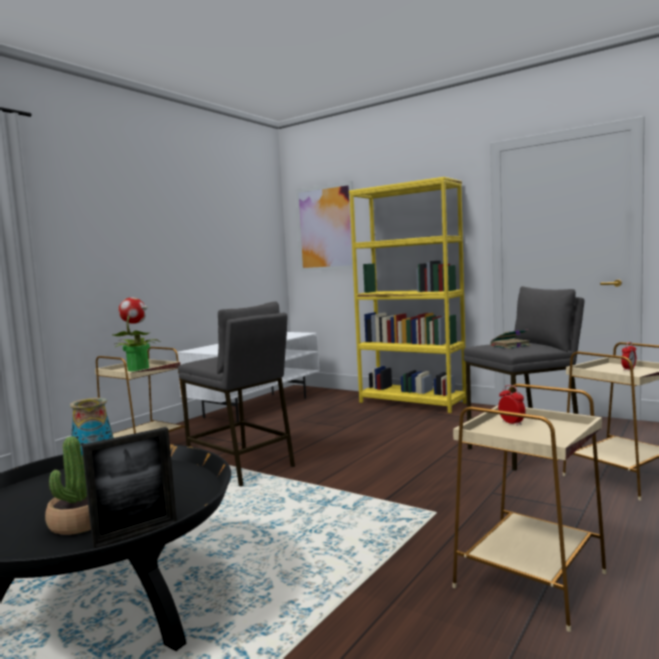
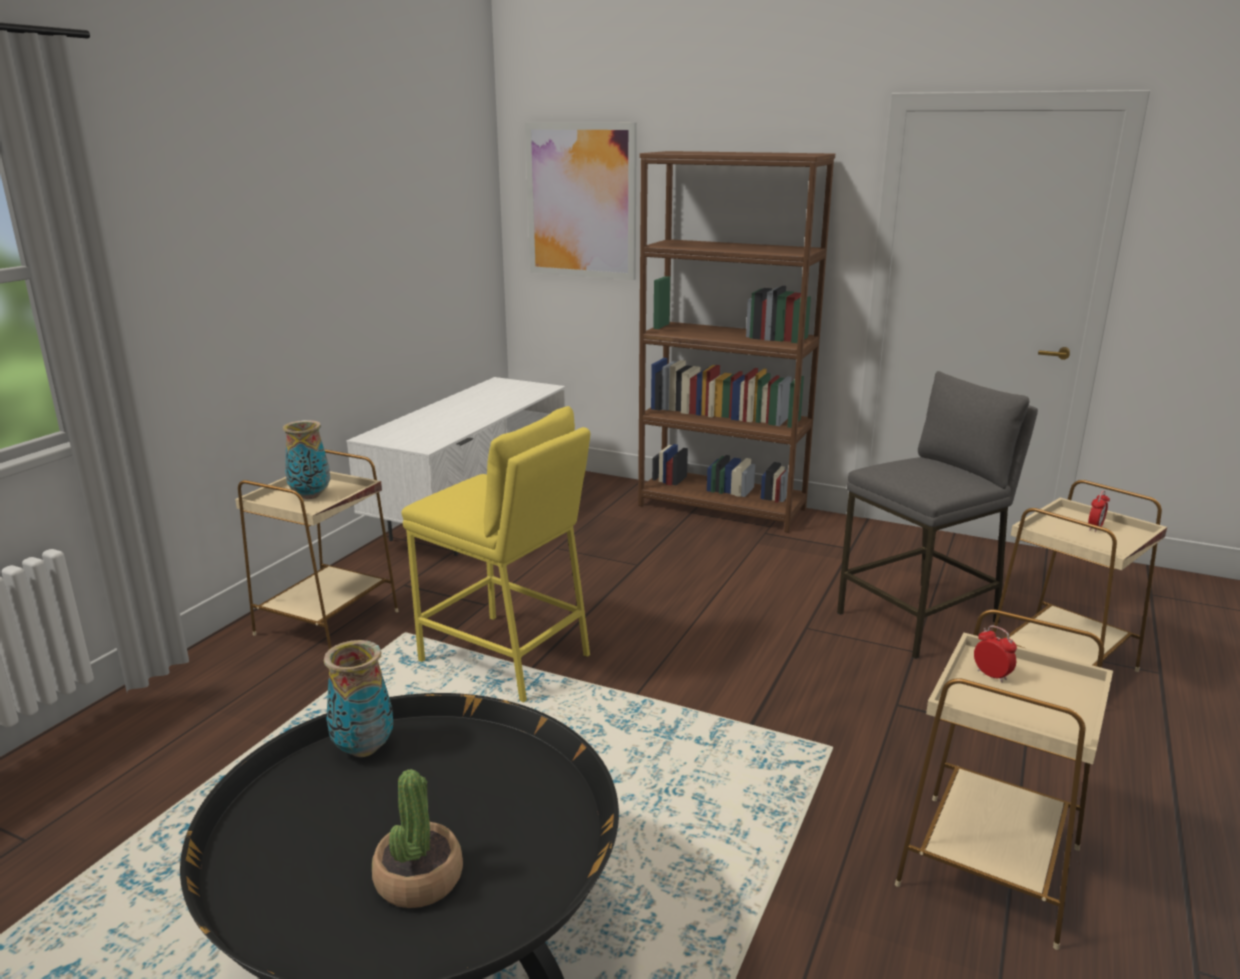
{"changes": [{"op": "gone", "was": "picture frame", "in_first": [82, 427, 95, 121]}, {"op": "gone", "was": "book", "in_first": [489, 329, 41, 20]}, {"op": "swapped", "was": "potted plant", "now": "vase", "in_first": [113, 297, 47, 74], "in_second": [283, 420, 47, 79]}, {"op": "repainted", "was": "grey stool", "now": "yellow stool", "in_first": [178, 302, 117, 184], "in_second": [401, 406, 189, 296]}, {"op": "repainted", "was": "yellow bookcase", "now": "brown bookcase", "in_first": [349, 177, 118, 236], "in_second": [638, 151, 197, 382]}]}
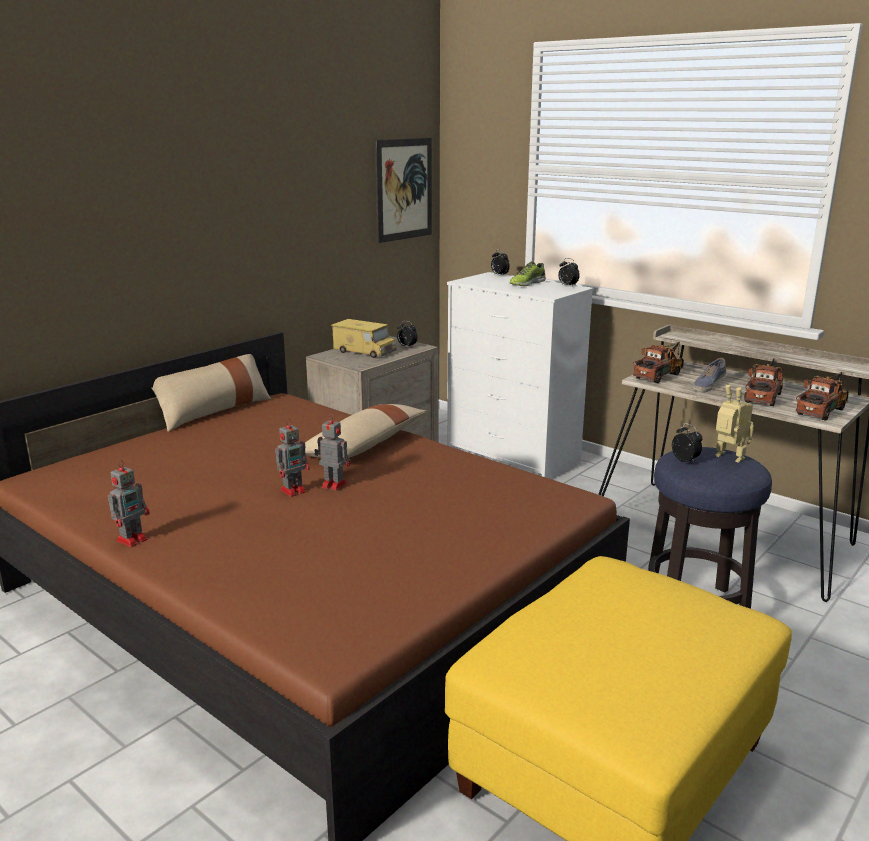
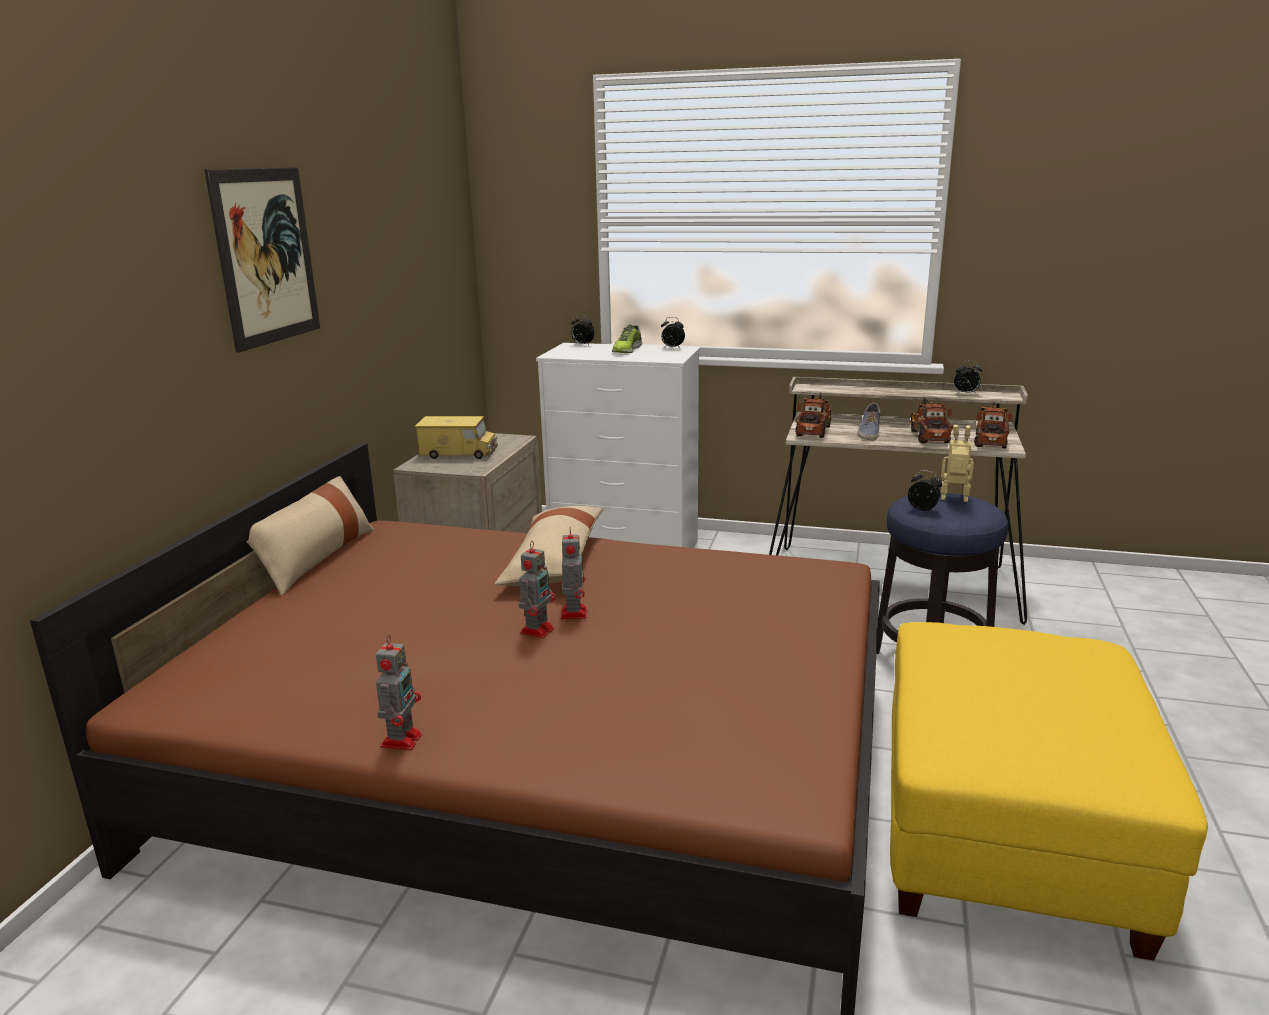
{"changes": [{"op": "shifted", "was": "picture", "in_first": [375, 138, 57, 105], "in_second": [204, 167, 116, 186]}, {"op": "shifted", "was": "alarm clock", "in_first": [397, 321, 21, 27], "in_second": [954, 361, 28, 33]}, {"op": "rotated", "was": "toy robot", "in_first": [314, 414, 37, 77], "in_second": [561, 528, 26, 91], "clockwise": 90}]}
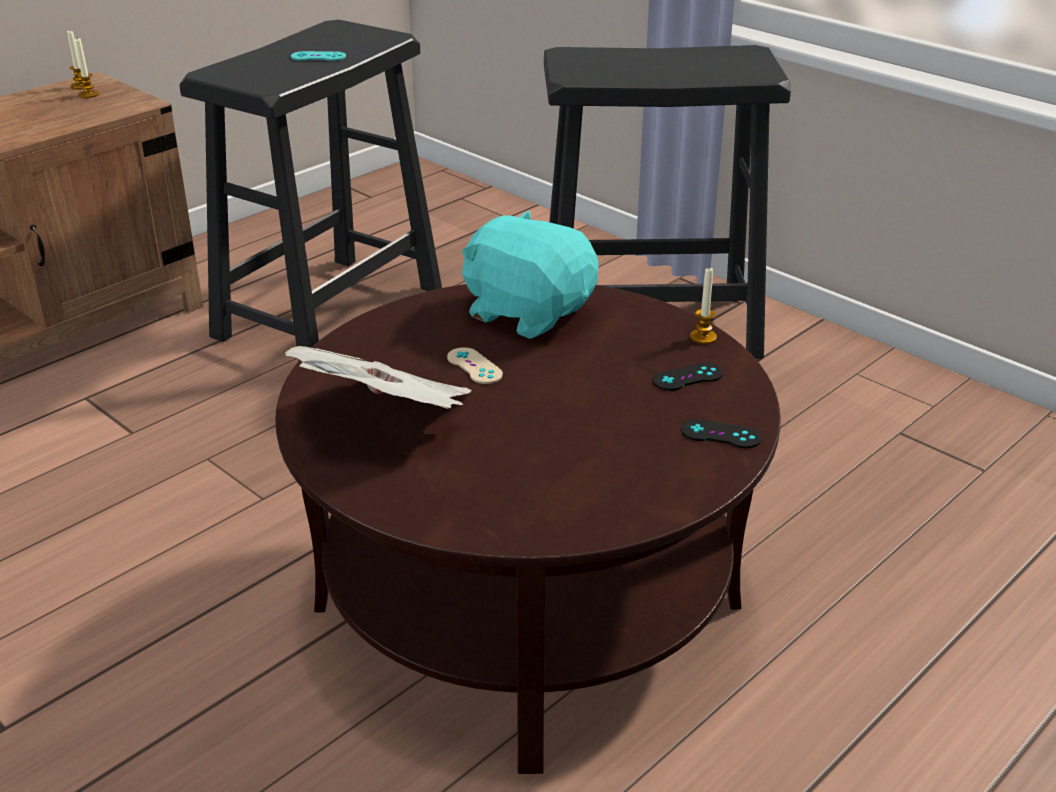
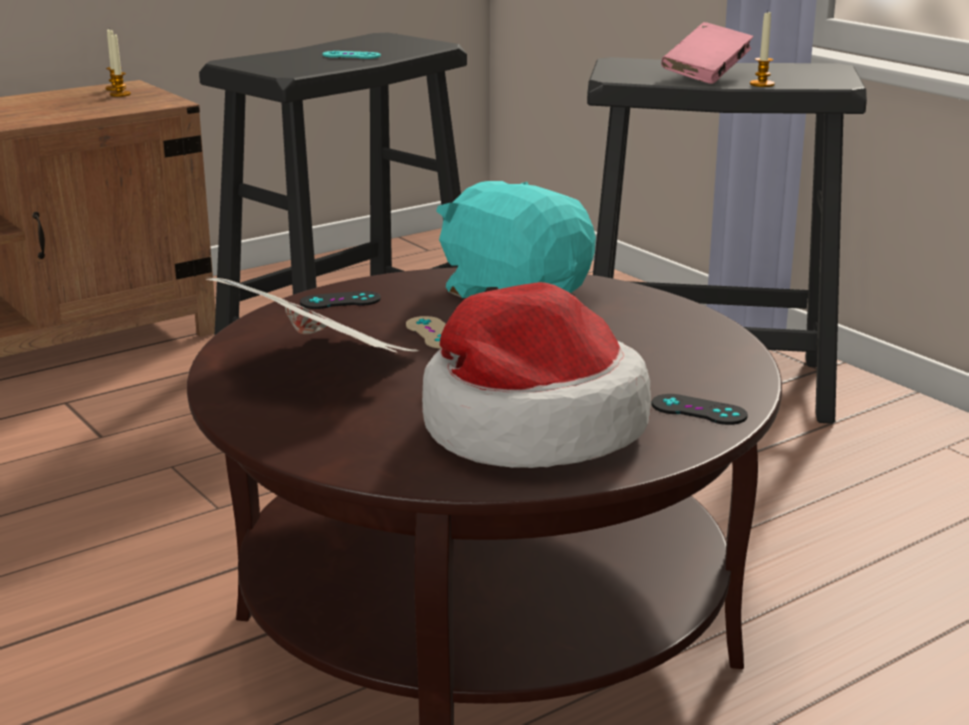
{"changes": [{"op": "new", "now": "hat", "in_second": [422, 282, 229, 186]}, {"op": "new", "now": "pink book", "in_second": [661, 22, 92, 62]}, {"op": "shifted", "was": "black game controller", "in_first": [652, 363, 71, 28], "in_second": [300, 291, 81, 18]}, {"op": "shifted", "was": "candle", "in_first": [690, 267, 27, 77], "in_second": [750, 11, 25, 76]}]}
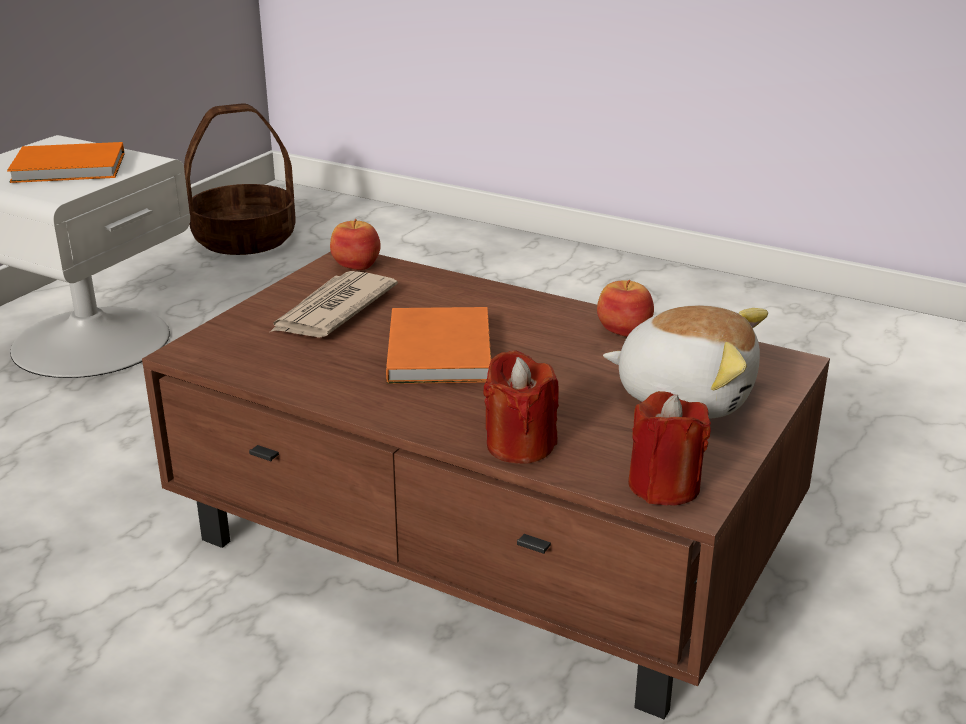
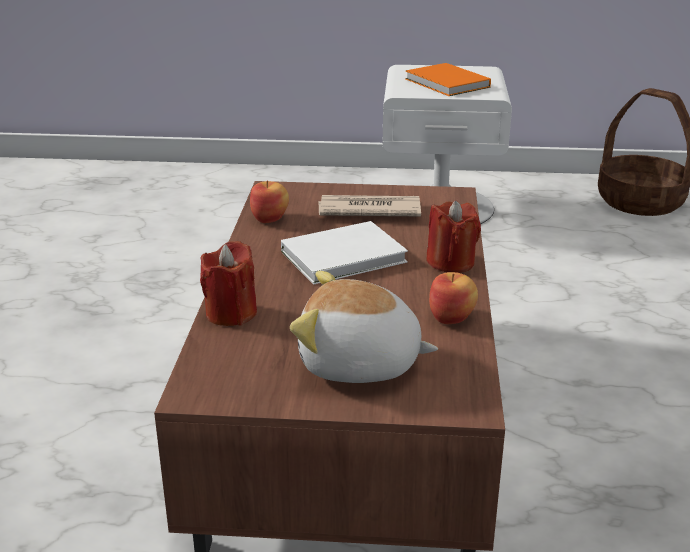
{"changes": [{"op": "shifted", "was": "apple", "in_first": [330, 219, 51, 51], "in_second": [250, 181, 39, 42]}, {"op": "shifted", "was": "red candle", "in_first": [628, 391, 83, 115], "in_second": [426, 201, 55, 72]}, {"op": "repainted", "was": "orange book", "now": "white book", "in_first": [386, 307, 105, 77], "in_second": [281, 221, 127, 63]}, {"op": "rotated", "was": "plush toy", "in_first": [603, 305, 165, 114], "in_second": [290, 271, 148, 112], "clockwise": 105}]}
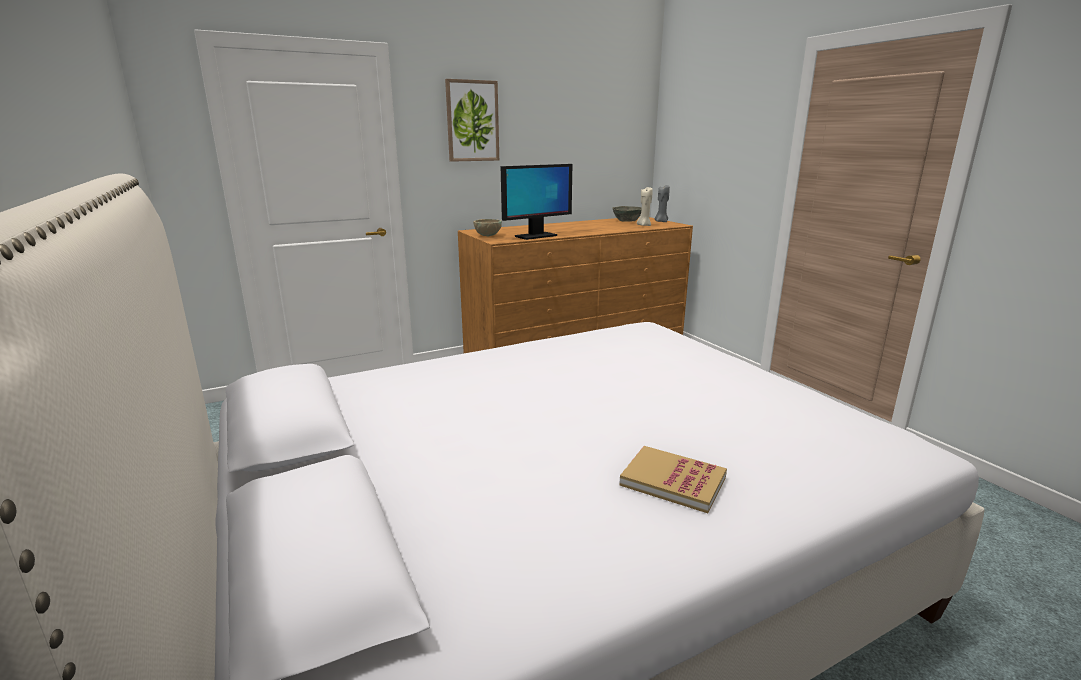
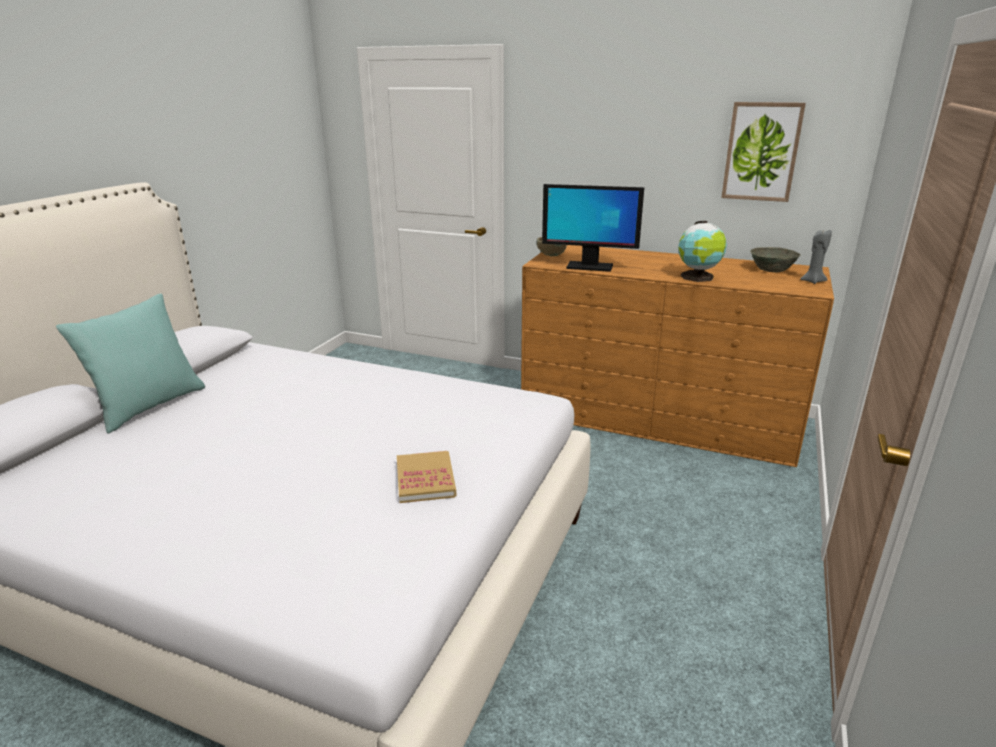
{"changes": [{"op": "gone", "was": "beige candle", "in_first": [637, 187, 16, 39]}, {"op": "new", "now": "turquoise pillow", "in_second": [56, 293, 149, 140]}, {"op": "new", "now": "globe", "in_second": [678, 221, 49, 61]}, {"op": "shifted", "was": "picture", "in_first": [445, 79, 54, 83], "in_second": [721, 102, 85, 100]}, {"op": "shifted", "was": "book", "in_first": [619, 446, 108, 67], "in_second": [397, 451, 59, 52]}]}
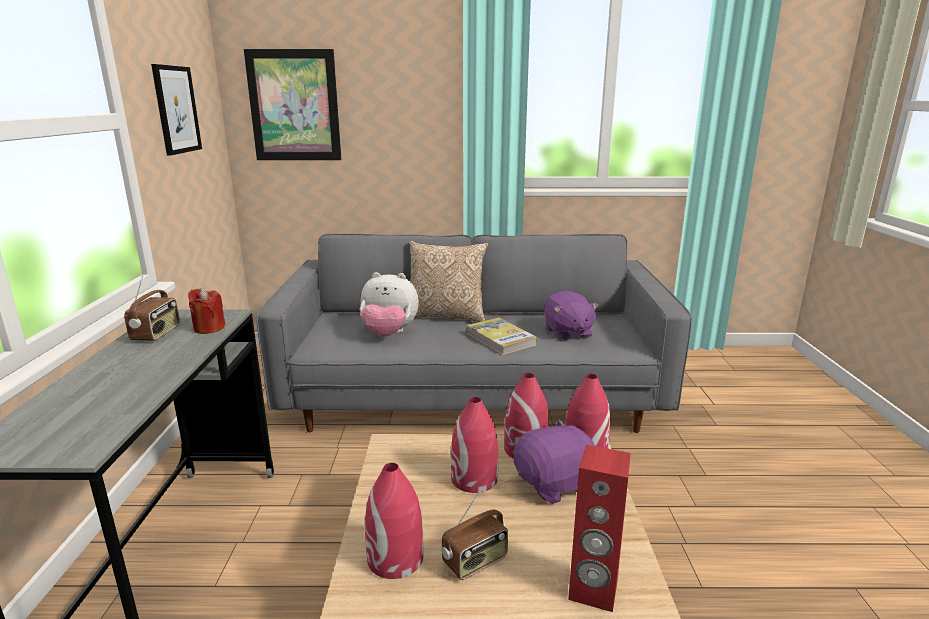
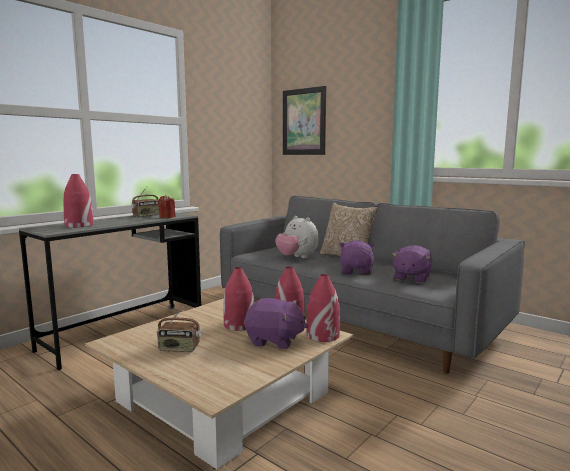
{"changes": [{"op": "gone", "was": "picture", "in_first": [151, 64, 51, 91]}, {"op": "gone", "was": "red speaker", "in_first": [568, 445, 63, 167]}, {"op": "shifted", "was": "red vase", "in_first": [365, 463, 59, 116], "in_second": [63, 174, 31, 54]}, {"op": "swapped", "was": "book", "now": "purple plush toy", "in_first": [466, 318, 71, 37], "in_second": [339, 240, 35, 35]}]}
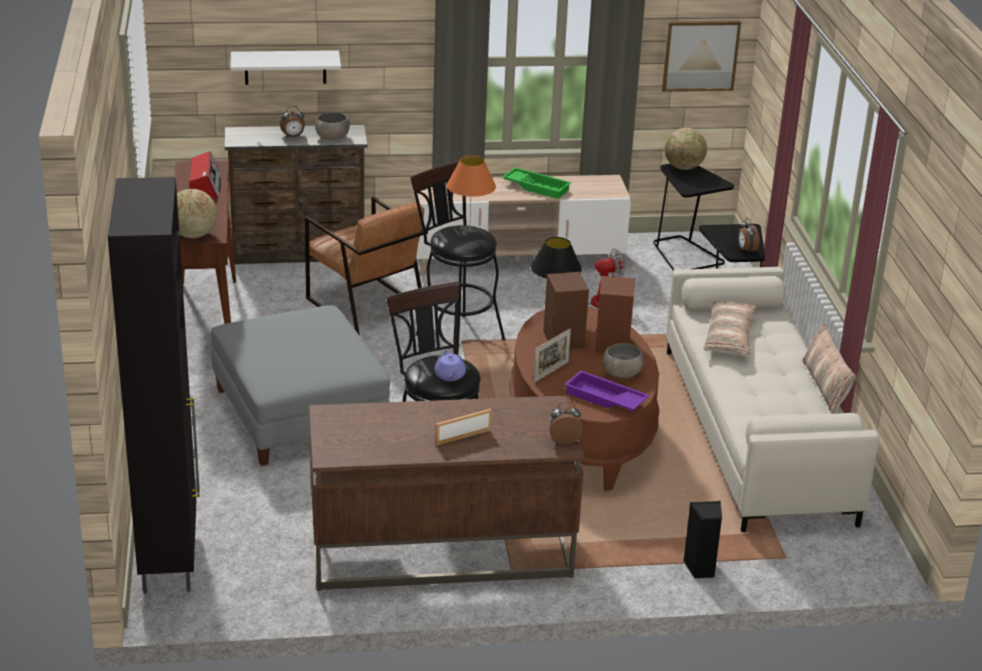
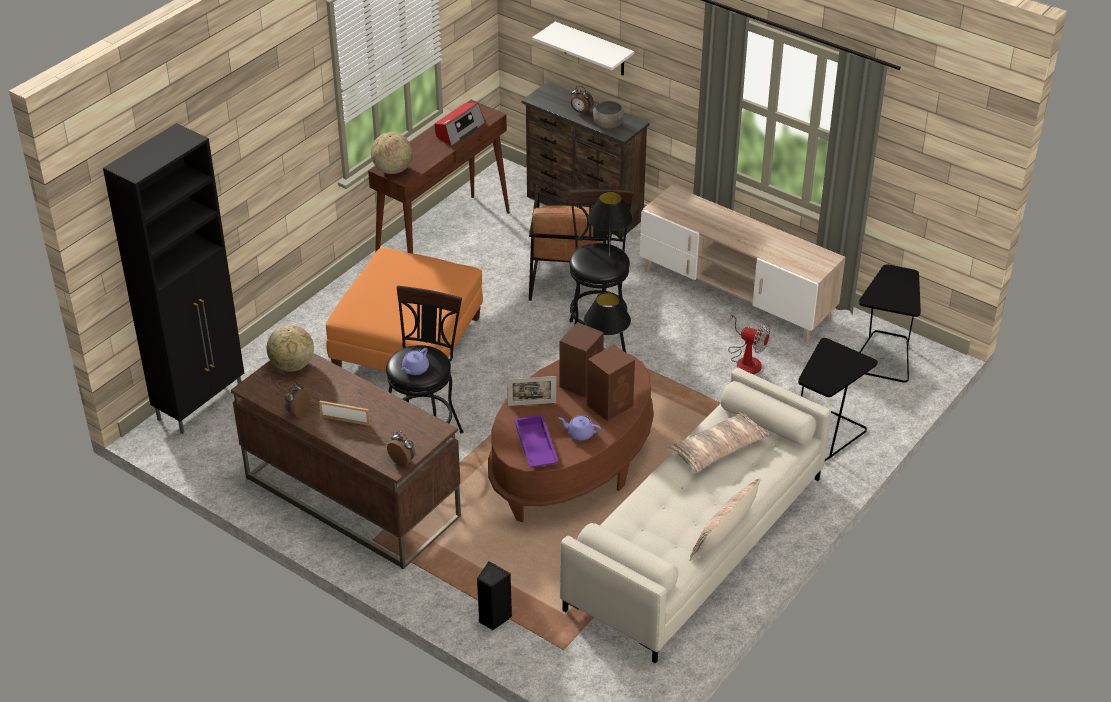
{"changes": [{"op": "gone", "was": "green tray", "in_first": [502, 167, 69, 32]}, {"op": "gone", "was": "picture", "in_first": [662, 21, 79, 71]}, {"op": "shifted", "was": "globe", "in_first": [665, 128, 42, 42], "in_second": [267, 325, 47, 46]}, {"op": "shifted", "was": "alarm clock", "in_first": [737, 218, 23, 35], "in_second": [285, 382, 25, 35]}, {"op": "swapped", "was": "grey bowl", "now": "purple teapot", "in_first": [603, 343, 41, 35], "in_second": [559, 415, 42, 25]}, {"op": "repainted", "was": "grey ottoman", "now": "orange ottoman", "in_first": [211, 305, 179, 161], "in_second": [326, 248, 157, 142]}, {"op": "repainted", "was": "orange table lamp", "now": "black table lamp", "in_first": [447, 156, 49, 76], "in_second": [588, 191, 45, 65]}]}
